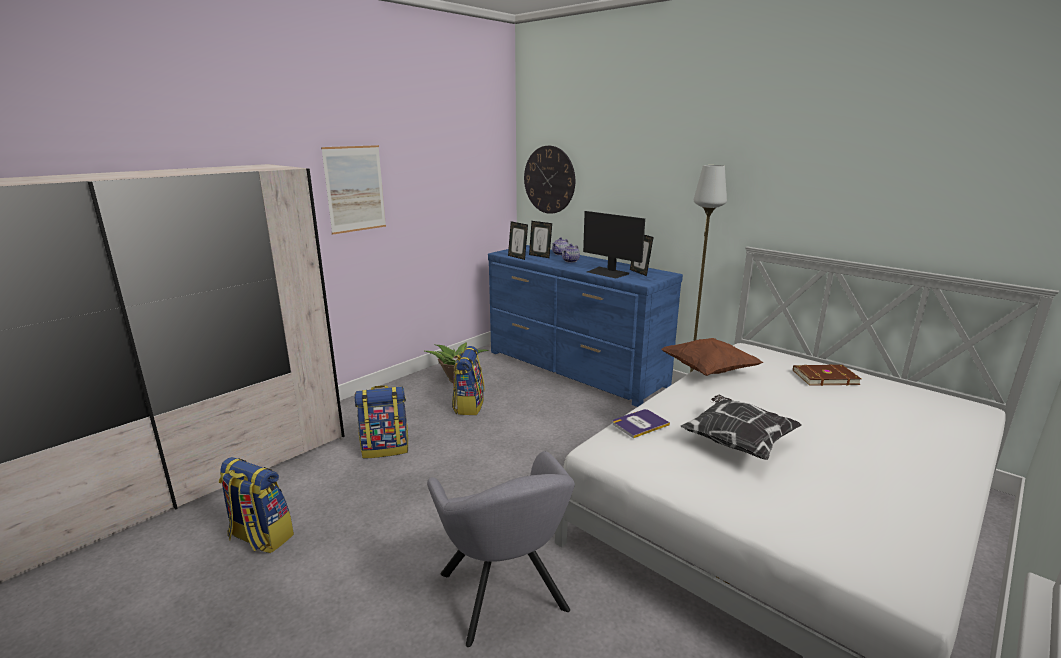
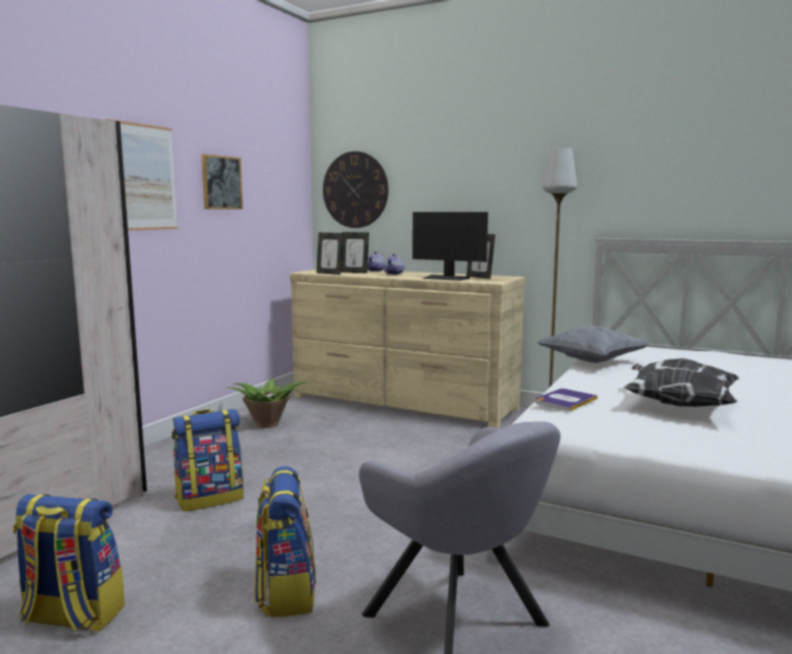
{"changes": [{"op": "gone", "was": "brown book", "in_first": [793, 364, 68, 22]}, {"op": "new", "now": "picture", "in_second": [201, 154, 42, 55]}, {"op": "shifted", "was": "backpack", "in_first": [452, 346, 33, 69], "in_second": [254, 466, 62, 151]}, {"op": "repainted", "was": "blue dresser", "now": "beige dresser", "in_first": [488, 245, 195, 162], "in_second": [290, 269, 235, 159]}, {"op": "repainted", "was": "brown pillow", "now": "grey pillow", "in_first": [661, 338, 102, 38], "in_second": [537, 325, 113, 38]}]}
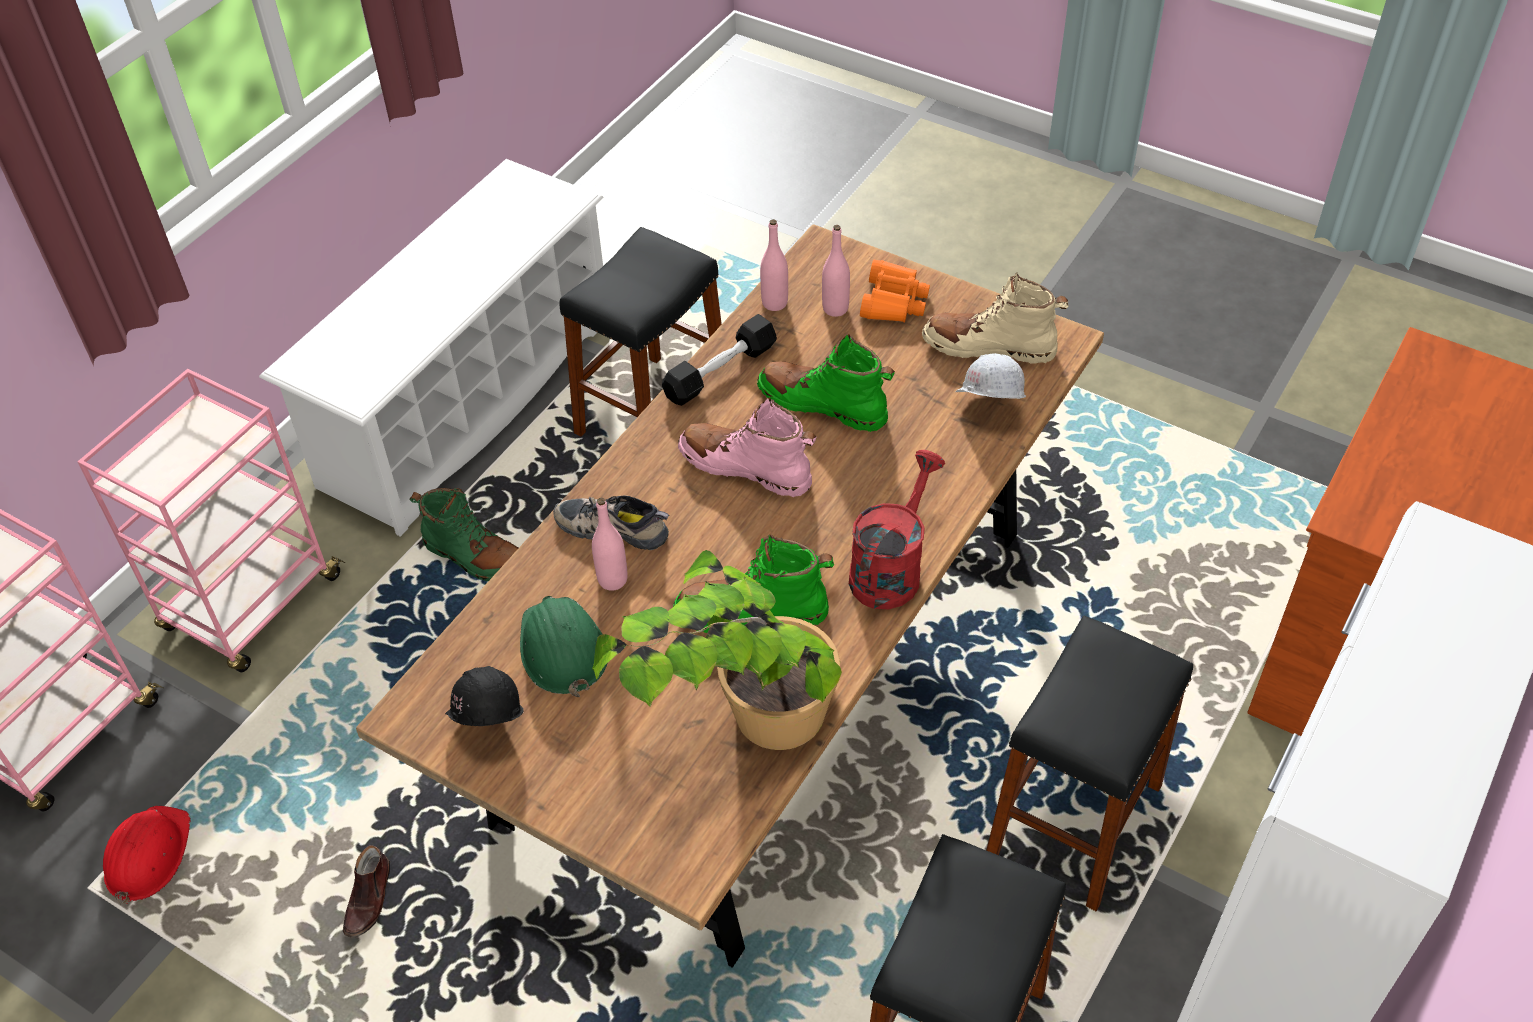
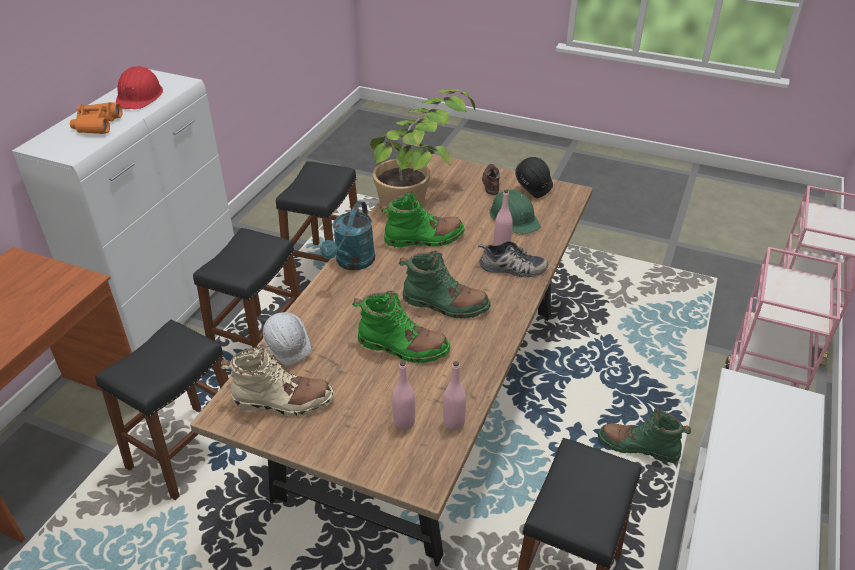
{"changes": [{"op": "gone", "was": "black dumbbell", "in_first": [662, 314, 115, 92]}, {"op": "new", "now": "black stool", "in_second": [95, 320, 134, 180]}, {"op": "shifted", "was": "red hard hat", "in_first": [103, 806, 87, 99], "in_second": [116, 66, 47, 43]}, {"op": "shifted", "was": "brown shoe", "in_first": [343, 845, 47, 93], "in_second": [482, 164, 18, 31]}, {"op": "shifted", "was": "orange binoculars", "in_first": [860, 260, 70, 62], "in_second": [70, 102, 52, 32]}, {"op": "repainted", "was": "pink boot", "now": "green boot", "in_first": [678, 397, 139, 101], "in_second": [399, 251, 92, 67]}, {"op": "repainted", "was": "red watering can", "now": "turquoise watering can", "in_first": [849, 450, 96, 159], "in_second": [320, 201, 55, 69]}]}
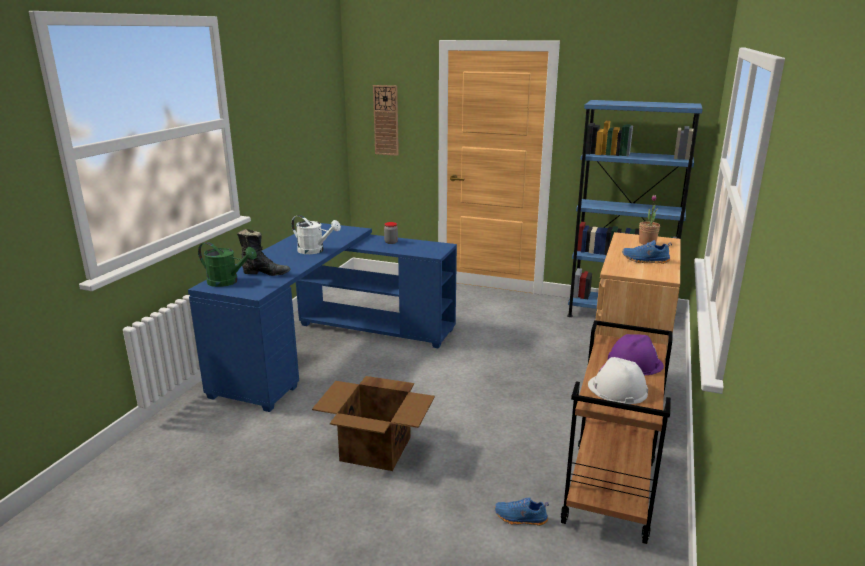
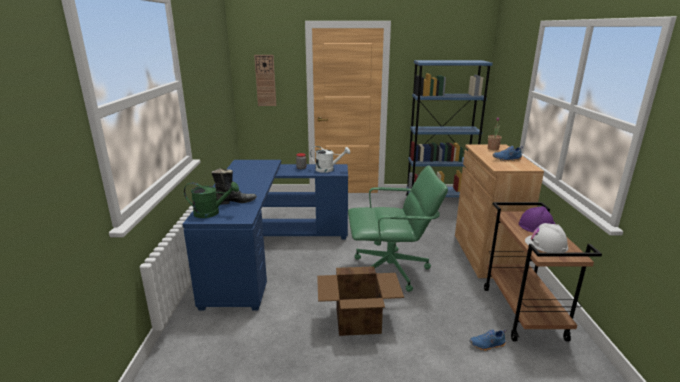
{"changes": [{"op": "new", "now": "green office chair", "in_second": [348, 165, 100, 127]}, {"op": "shifted", "was": "white watering can", "in_first": [291, 215, 50, 39], "in_second": [310, 146, 40, 27]}]}
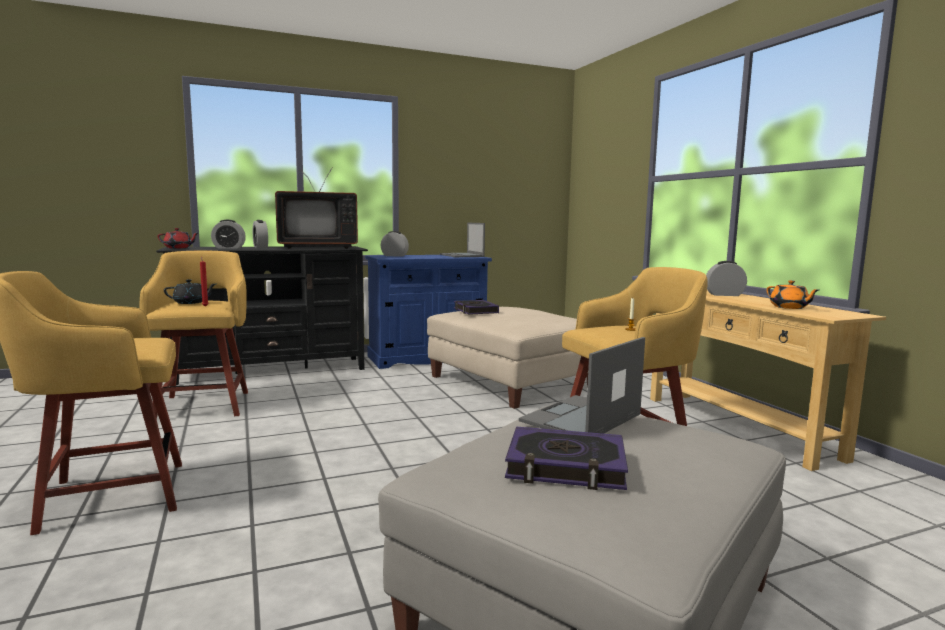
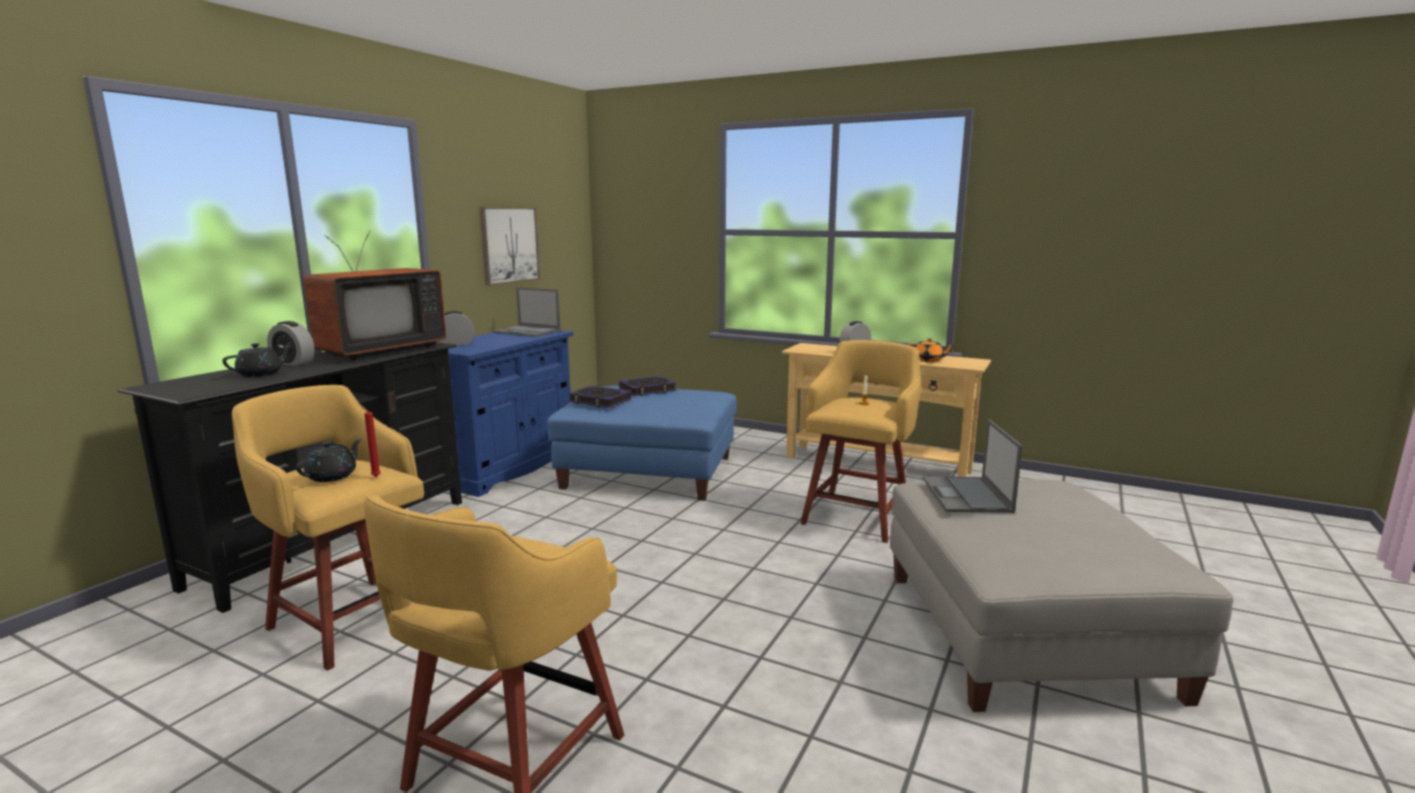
{"changes": [{"op": "gone", "was": "red teapot", "in_first": [158, 228, 40, 20]}, {"op": "new", "now": "picture", "in_second": [479, 207, 61, 79]}, {"op": "shifted", "was": "book", "in_first": [505, 427, 123, 63], "in_second": [619, 376, 57, 20]}, {"op": "swapped", "was": "alarm clock", "now": "black teapot", "in_first": [211, 220, 35, 29], "in_second": [222, 343, 71, 34]}, {"op": "repainted", "was": "beige ottoman", "now": "blue ottoman", "in_first": [427, 307, 161, 102], "in_second": [547, 386, 190, 115]}]}
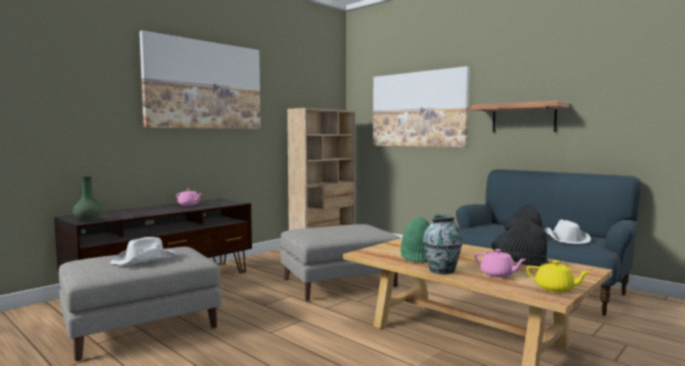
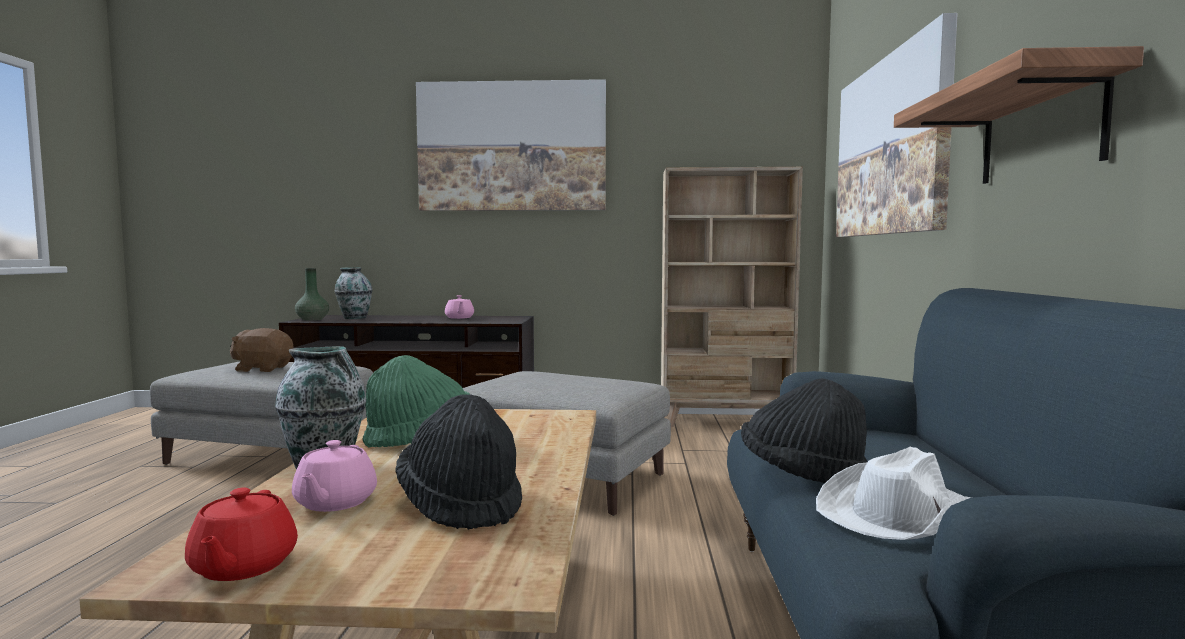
{"changes": [{"op": "new", "now": "vase", "in_second": [335, 268, 37, 51]}, {"op": "swapped", "was": "white hat", "now": "brown plush toy", "in_first": [110, 237, 68, 28], "in_second": [230, 328, 63, 44]}, {"op": "repainted", "was": "yellow teapot", "now": "red teapot", "in_first": [526, 260, 65, 32], "in_second": [185, 488, 113, 93]}]}
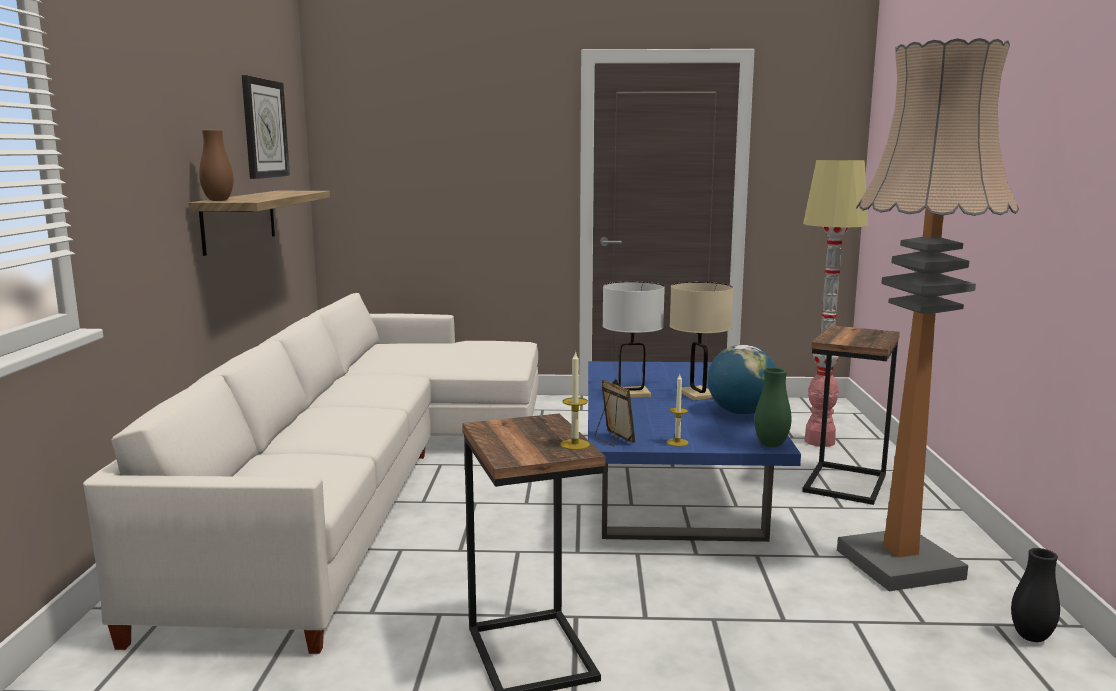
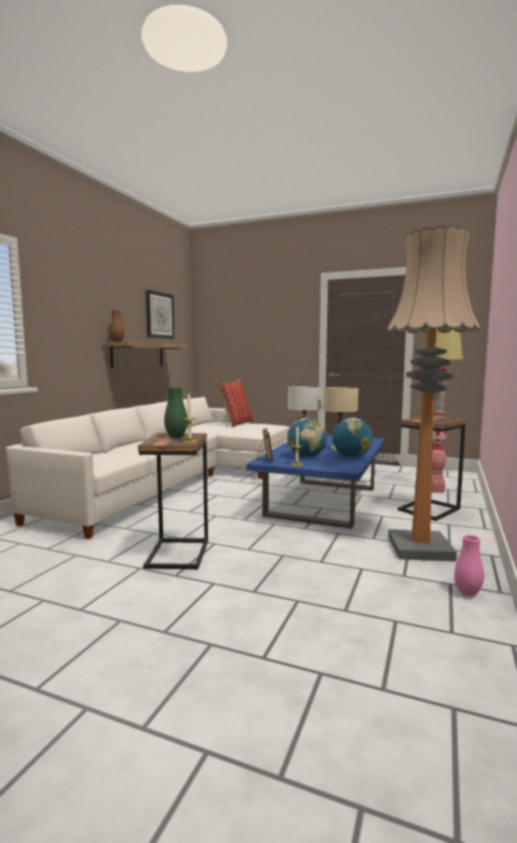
{"changes": [{"op": "new", "now": "pillow", "in_second": [217, 379, 36, 48]}, {"op": "new", "now": "globe", "in_second": [287, 418, 40, 39]}, {"op": "shifted", "was": "green vase", "in_first": [754, 368, 38, 79], "in_second": [164, 387, 24, 51]}, {"op": "repainted", "was": "black vase", "now": "pink vase", "in_first": [1011, 548, 49, 94], "in_second": [454, 535, 30, 61]}]}
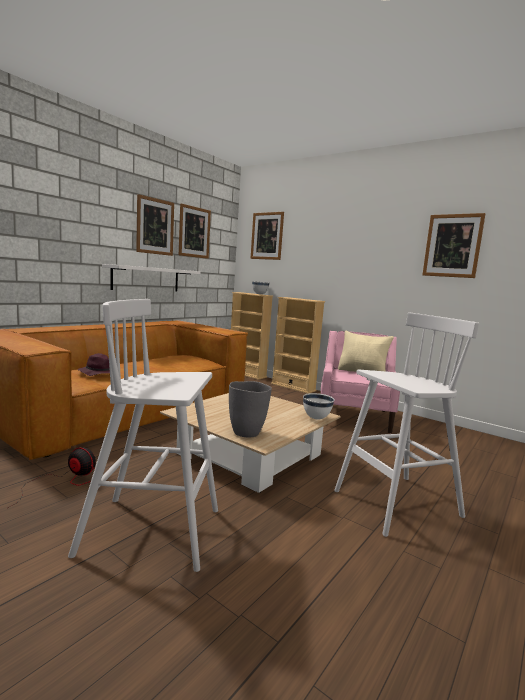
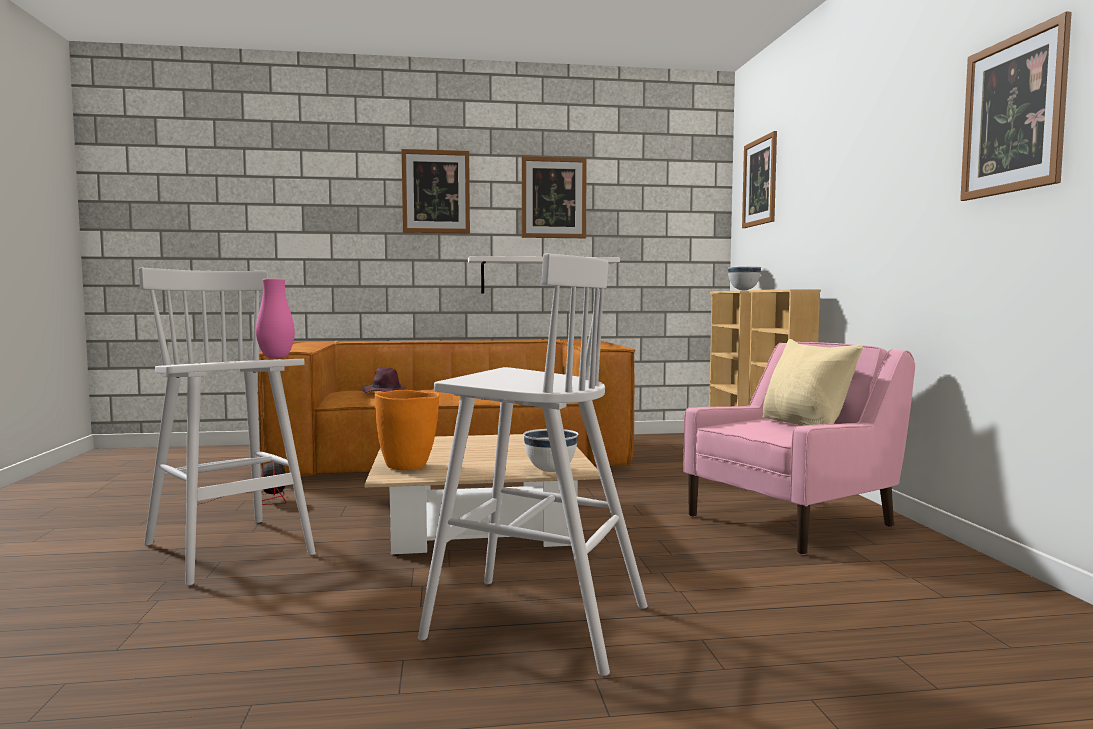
{"changes": [{"op": "new", "now": "pink vase", "in_second": [256, 279, 39, 79]}, {"op": "shifted", "was": "picture", "in_first": [179, 204, 32, 55], "in_second": [401, 149, 69, 84]}, {"op": "repainted", "was": "grey vase", "now": "orange vase", "in_first": [229, 381, 43, 57], "in_second": [375, 390, 64, 80]}]}
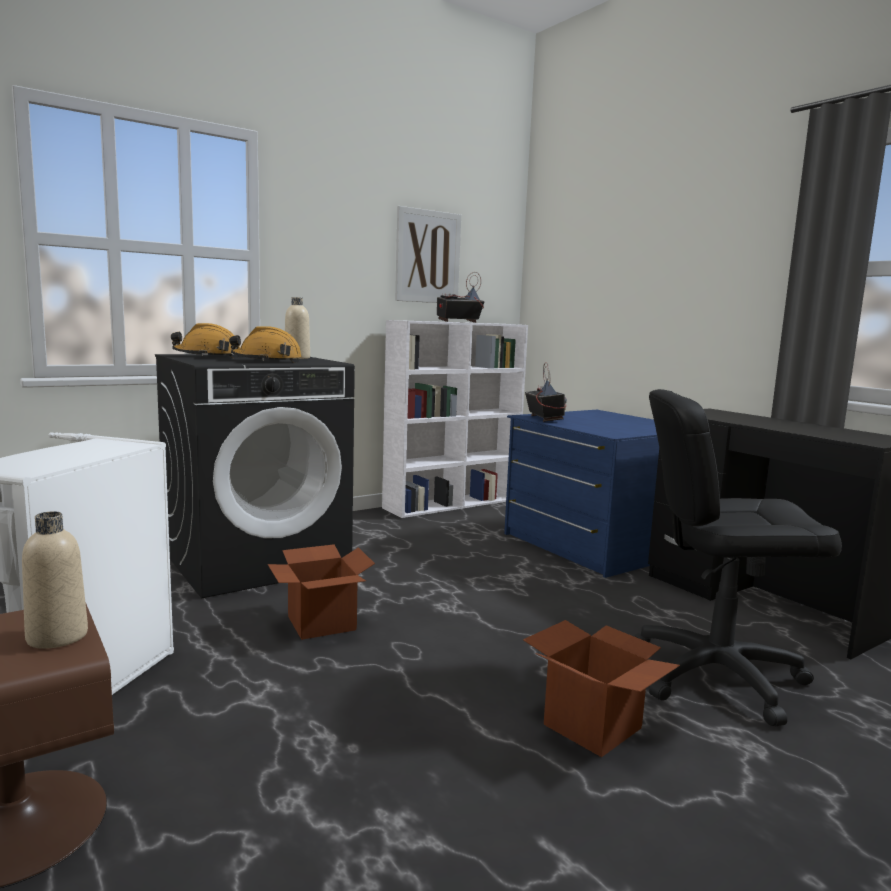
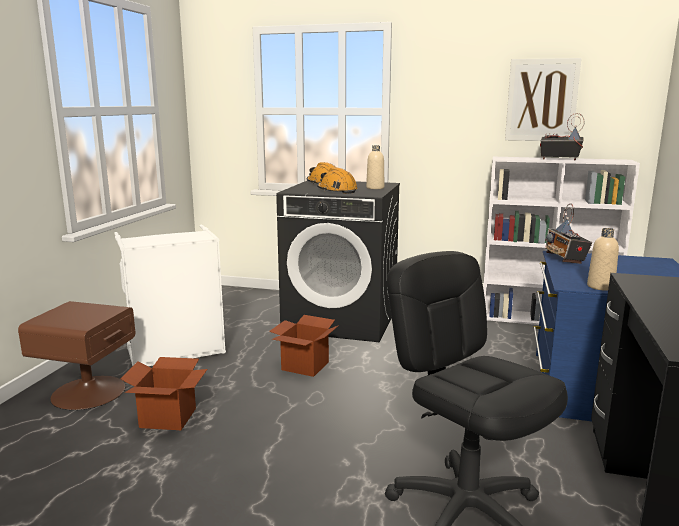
{"changes": [{"op": "shifted", "was": "beige bottle", "in_first": [22, 512, 66, 137], "in_second": [587, 228, 32, 63]}, {"op": "shifted", "was": "cardboard box", "in_first": [523, 620, 157, 137], "in_second": [120, 357, 88, 73]}, {"op": "rotated", "was": "radio", "in_first": [525, 362, 42, 60], "in_second": [545, 204, 47, 60], "clockwise": 135}]}
